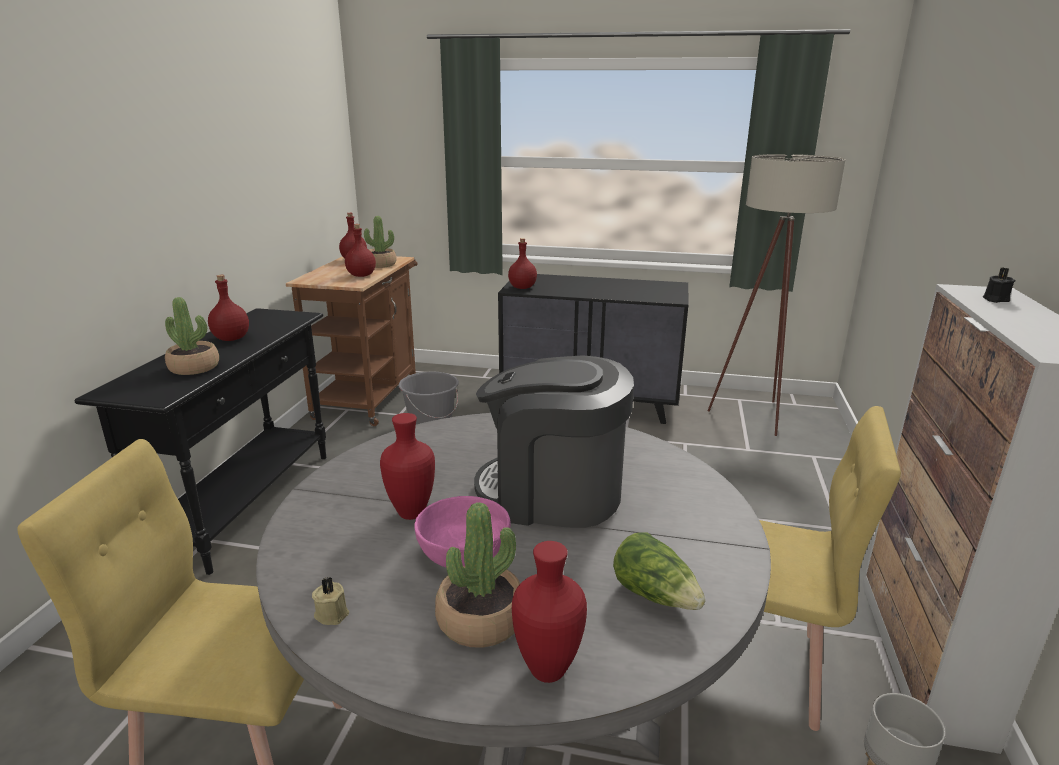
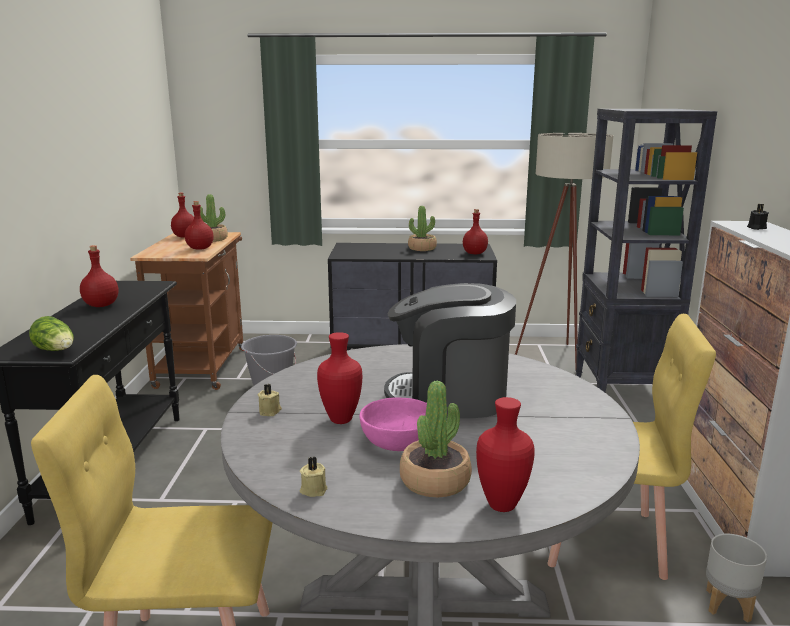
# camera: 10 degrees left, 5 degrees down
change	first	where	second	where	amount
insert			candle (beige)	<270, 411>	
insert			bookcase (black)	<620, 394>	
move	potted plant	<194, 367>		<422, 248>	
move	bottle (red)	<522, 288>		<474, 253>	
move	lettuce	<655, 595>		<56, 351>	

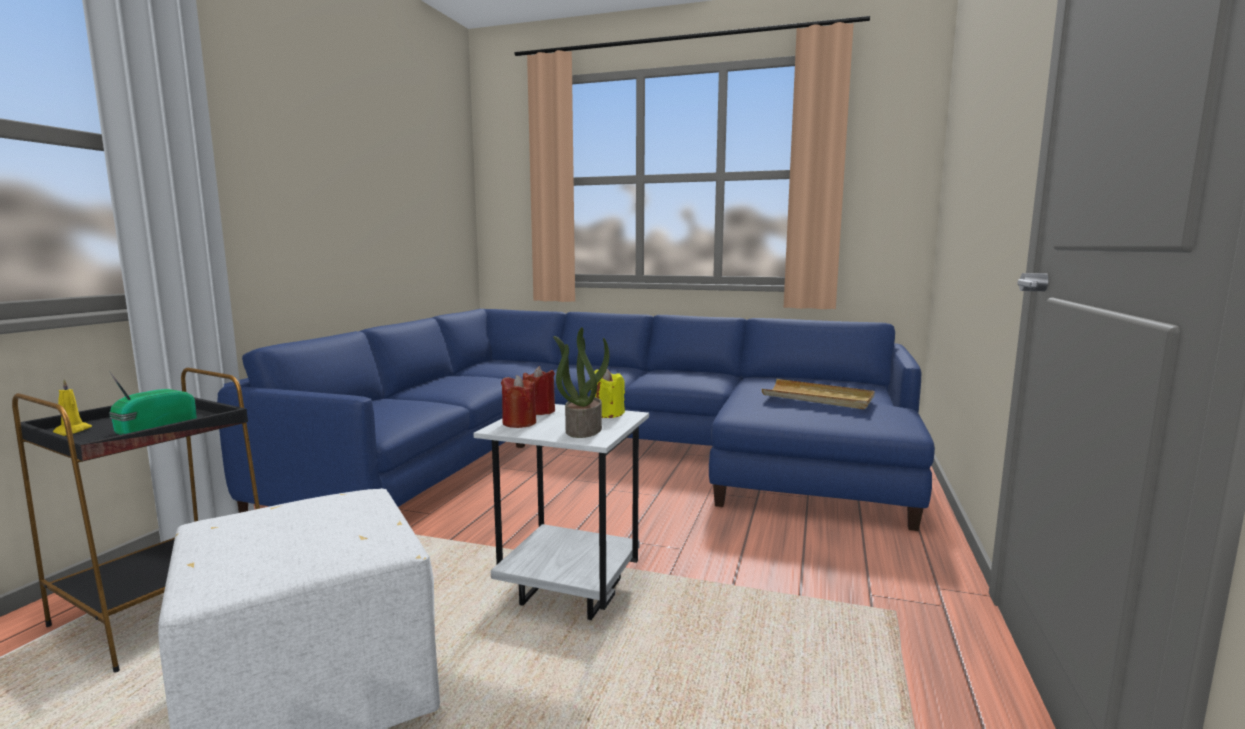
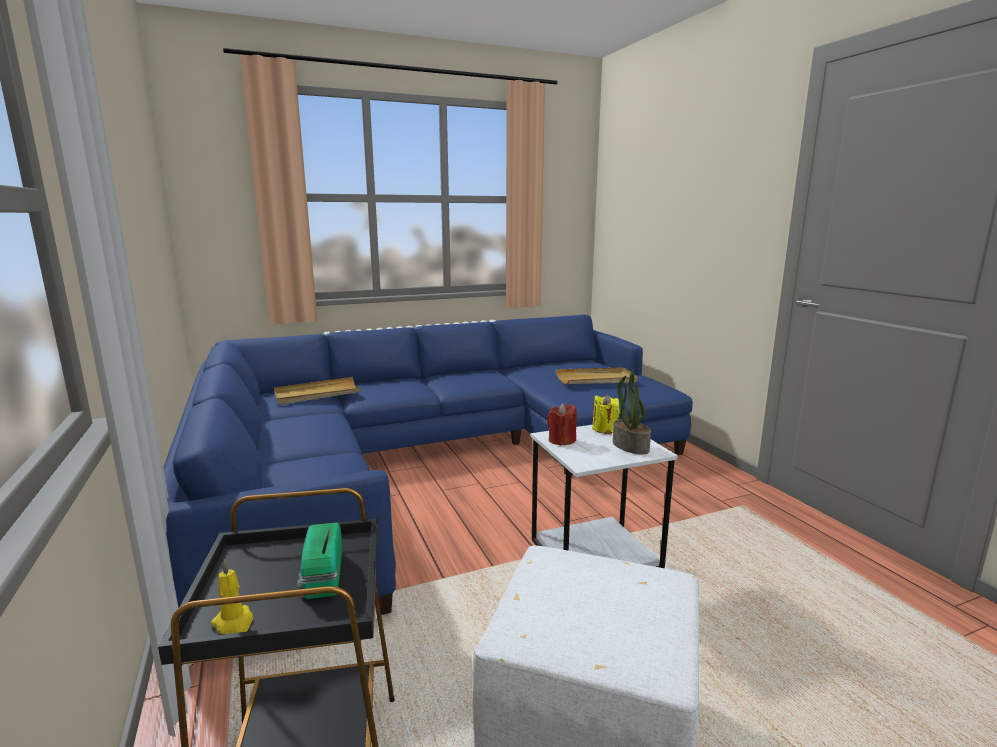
# camera: 40 degrees left, 5 degrees up
change	first	where	second	where	amount
delete	candle (red)	<519, 423>			
insert			tray (beige)	<317, 394>	

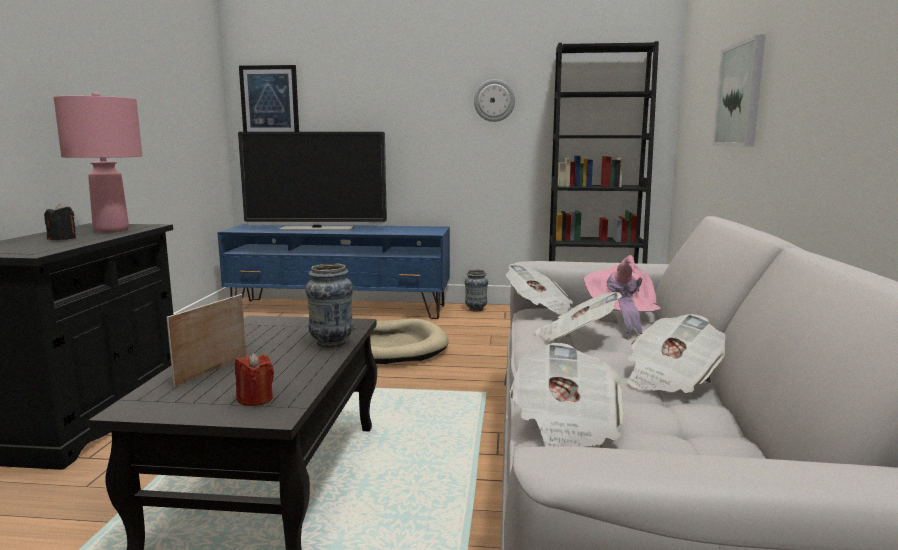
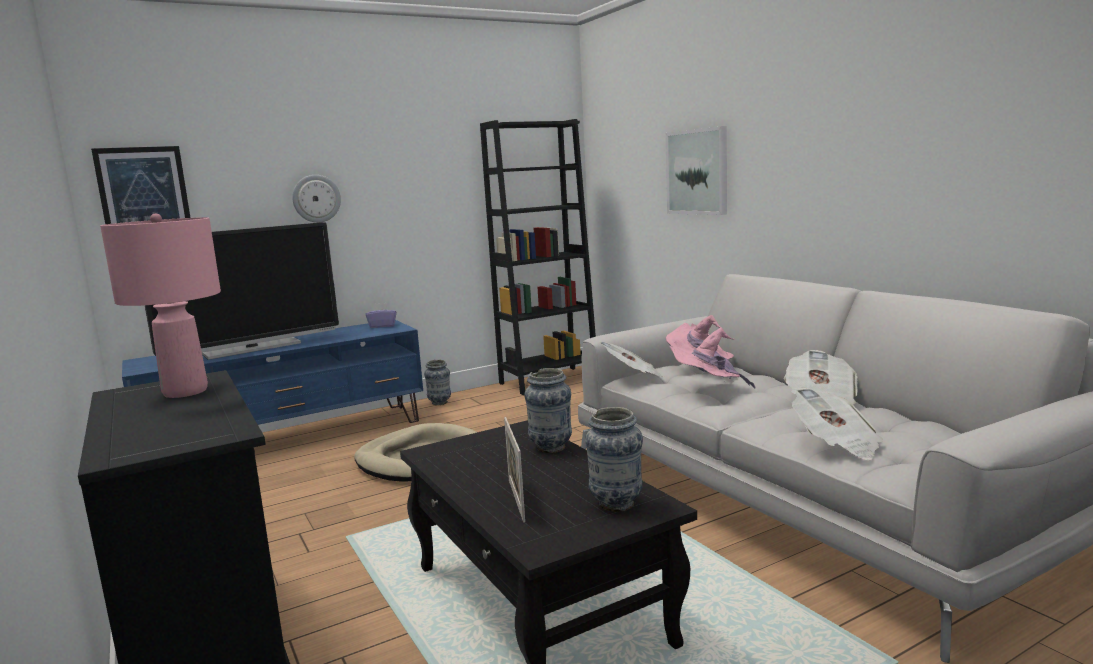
# camera: 35 degrees left, 0 degrees up
change	first	where	second	where	amount
delete	candle (black)	<62, 239>			
insert			tissue box (purple)	<382, 326>	
move	wall clock	<494, 100>		<316, 198>	
replace	candle (red)	<255, 399>	vase	<616, 504>	
replace	newspaper	<575, 337>	hat (pink)	<707, 391>	

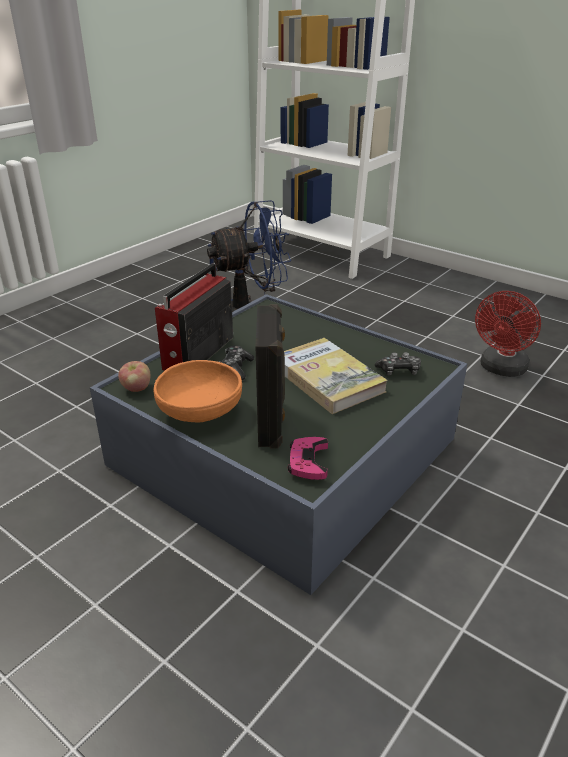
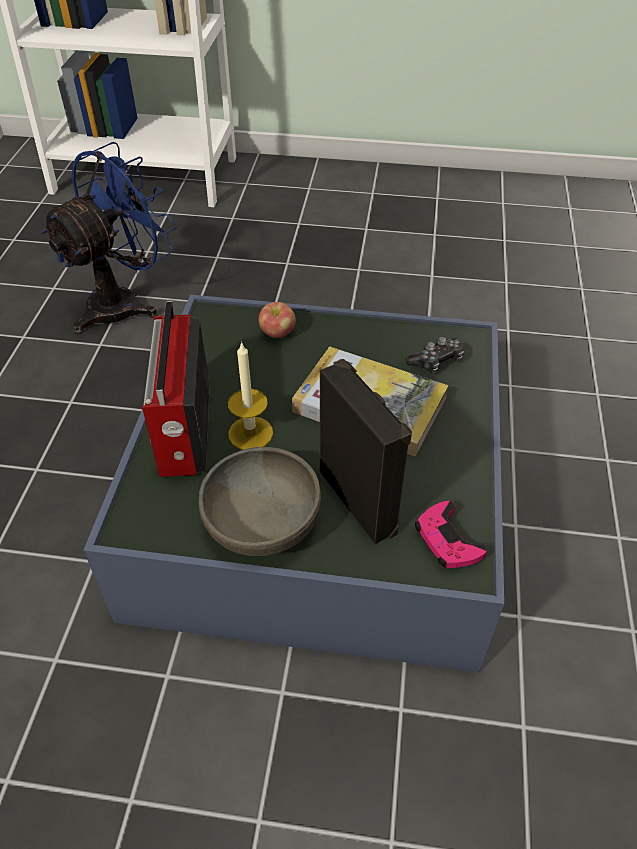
# camera: 30 degrees left, 15 degrees up
change	first	where	second	where	amount
delete	fan (red)	<501, 369>			
move	apple	<136, 388>		<277, 333>	
replace	game controller	<236, 368>	candle	<250, 433>	
recolor	bowl (orange)	<200, 411>	bowl (grey)	<262, 521>	

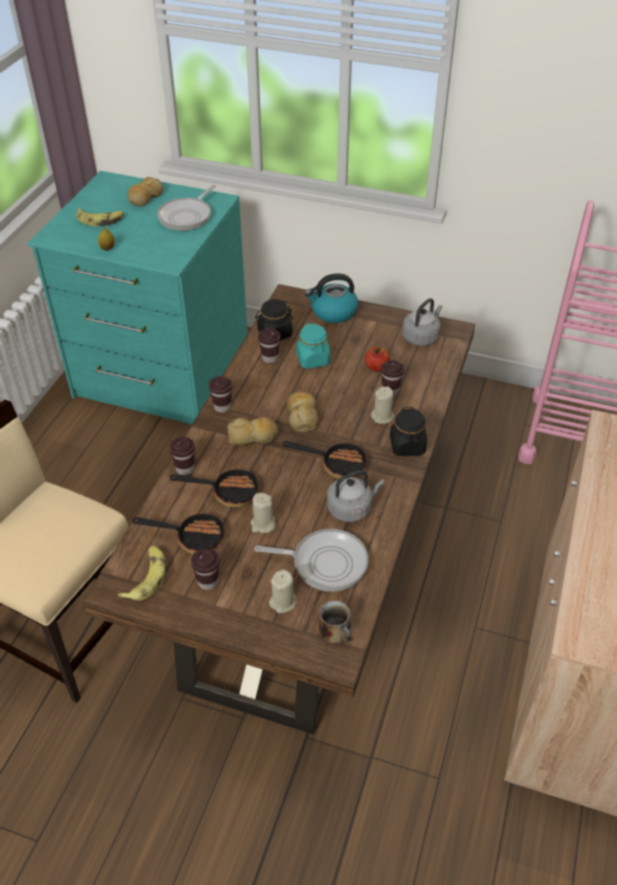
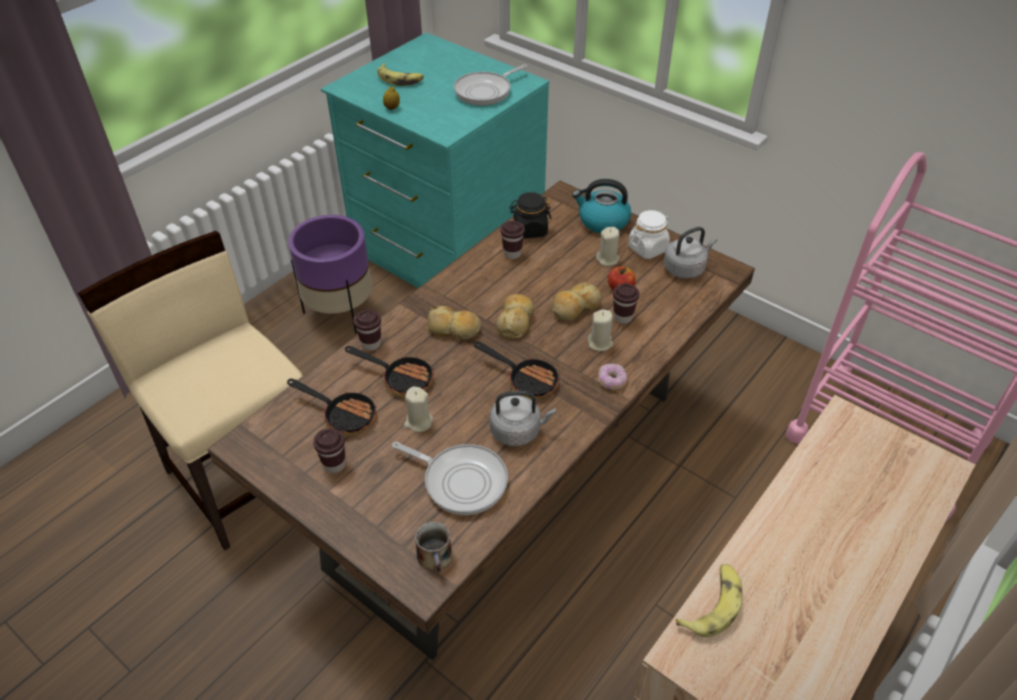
# camera: 20 degrees right, 0 degrees up
change	first	where	second	where	amount
delete	cup (brown)	<222, 407>			
delete	jar (turquoise)	<313, 359>			
insert			planter (purple)	<340, 312>	
insert			jar (white)	<648, 248>	
move	banana	<146, 577>		<712, 604>	
move	bread	<145, 198>		<575, 308>	
move	candle (beige)	<283, 602>		<607, 259>	
replace	jar (black)	<407, 446>	donut	<612, 381>	

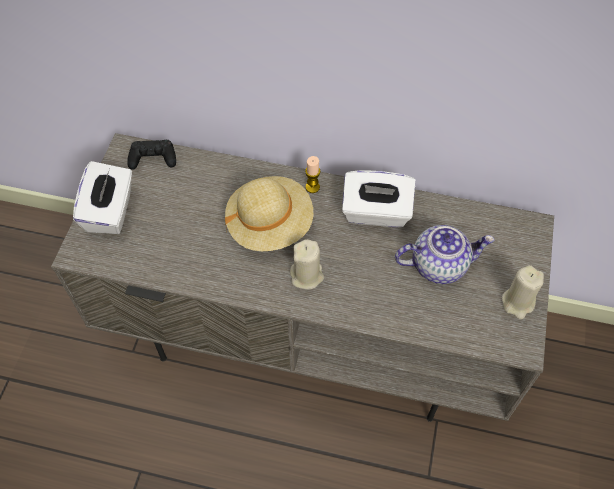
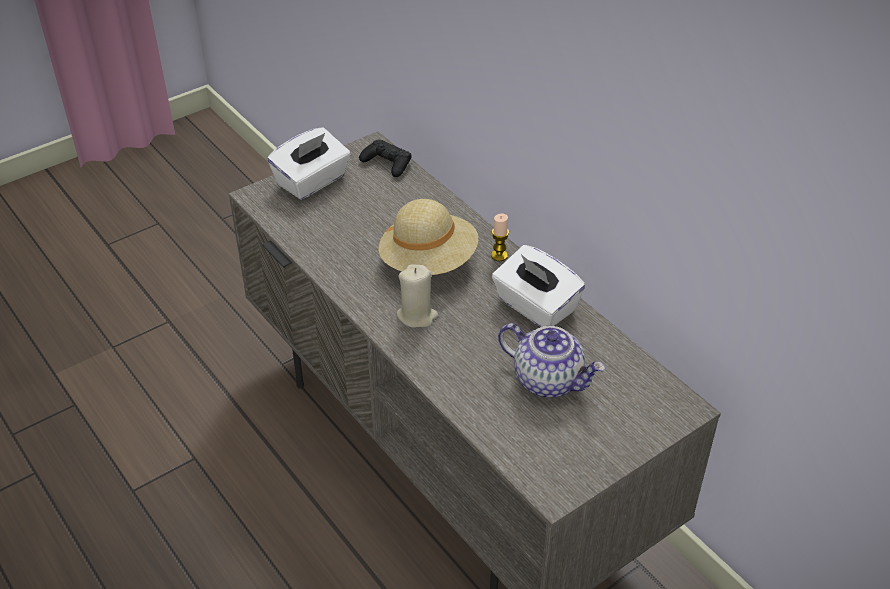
# camera: 40 degrees right, 15 degrees down
change	first	where	second	where	amount
delete	candle (beige)	<518, 302>			

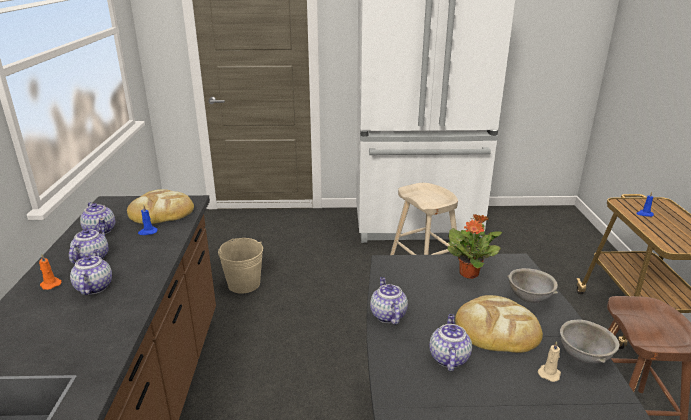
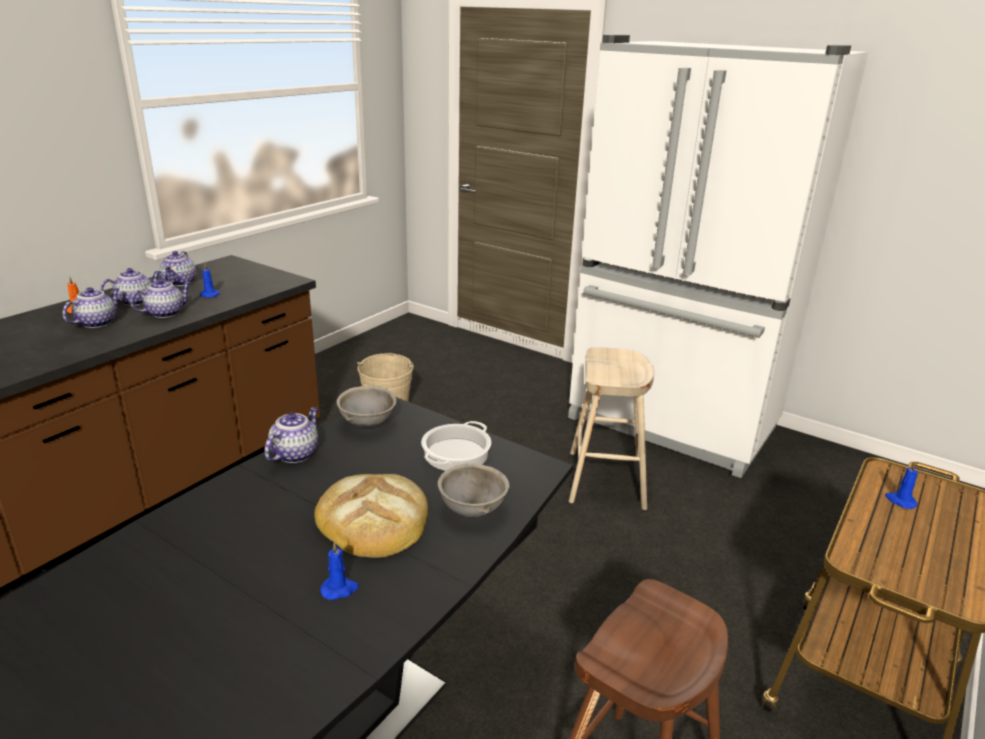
# camera: 35 degrees right, 0 degrees up
change	first	where	second	where	amount
delete	bread	<161, 211>			
move	teapot	<448, 357>		<166, 313>	
move	bowl (grey)	<584, 356>		<368, 424>	
replace	potted plant	<469, 273>	cooking pot	<456, 454>	
recolor	candle (beige)	<549, 373>	candle (blue)	<340, 589>	

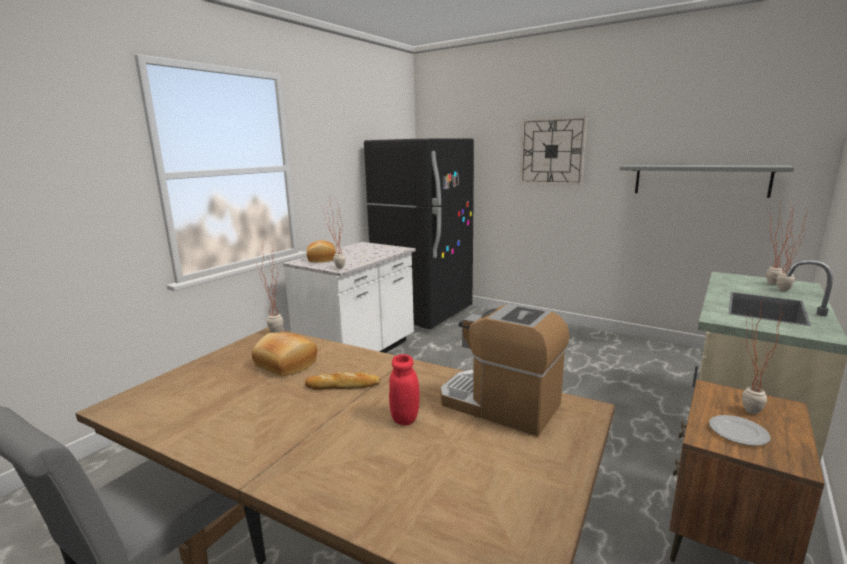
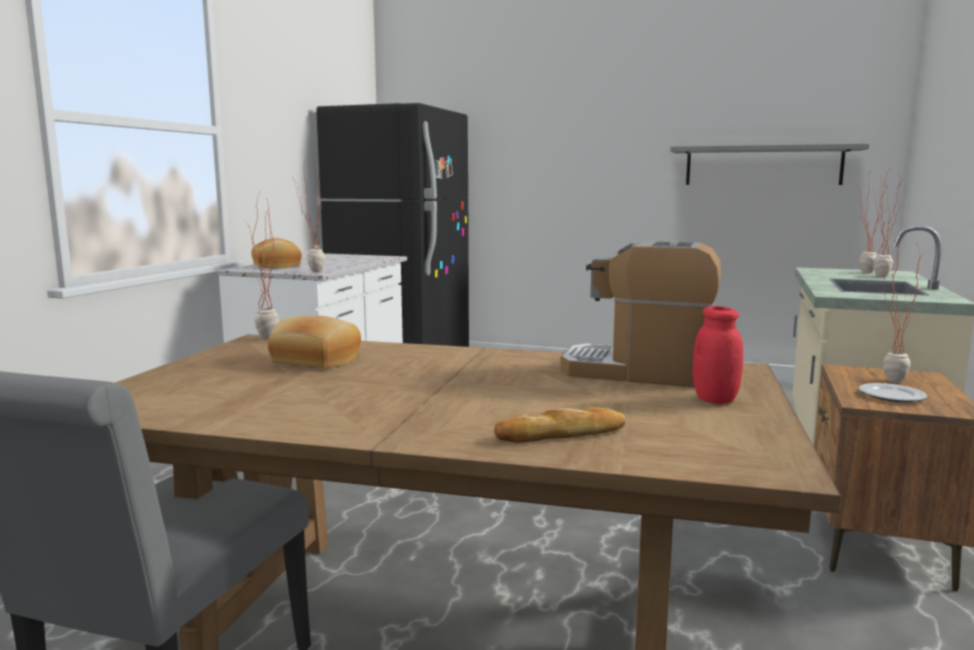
# camera: 15 degrees left, 5 degrees down
change	first	where	second	where	amount
delete	wall clock	<551, 151>			
move	bread	<343, 385>		<562, 434>	
move	jar (red)	<405, 418>		<715, 399>	

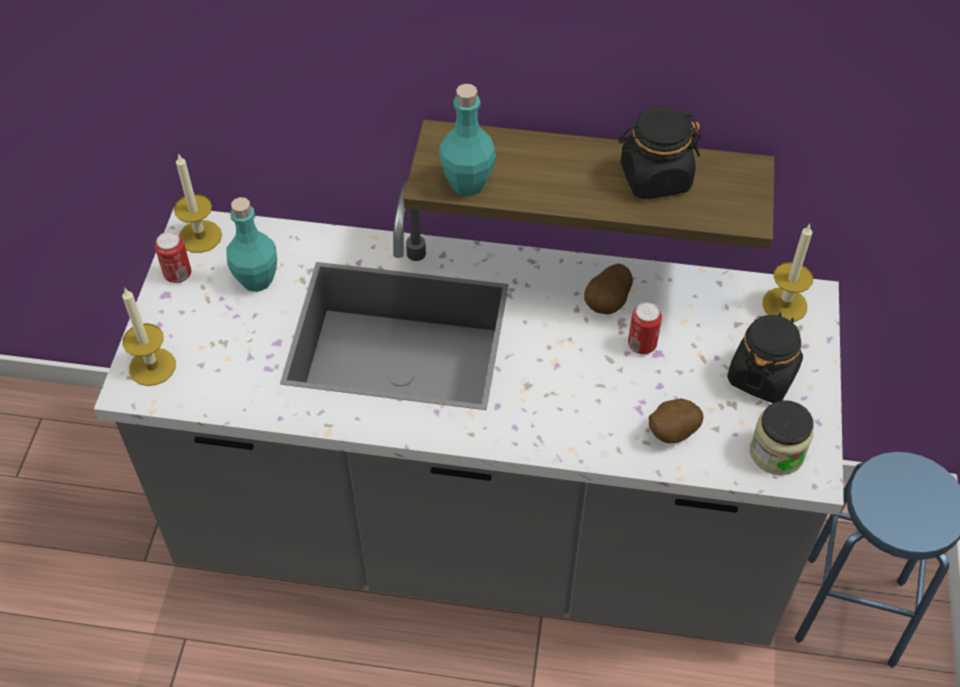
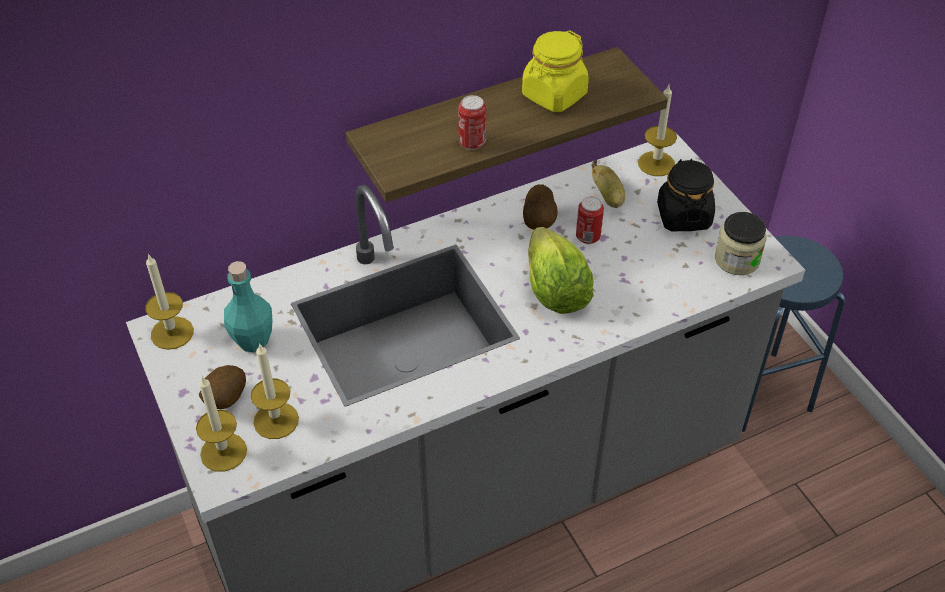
# camera: 35 degrees left, 5 degrees down
change	first	where	second	where	amount
delete	bottle (turquoise)	<467, 183>			
insert			candle	<276, 420>	
insert			lettuce	<554, 290>	
insert			banana	<608, 197>	
move	can	<178, 275>		<472, 143>	
move	potato	<670, 432>		<224, 400>	
recolor	jar (black)	<654, 178>	jar (yellow)	<554, 95>	

